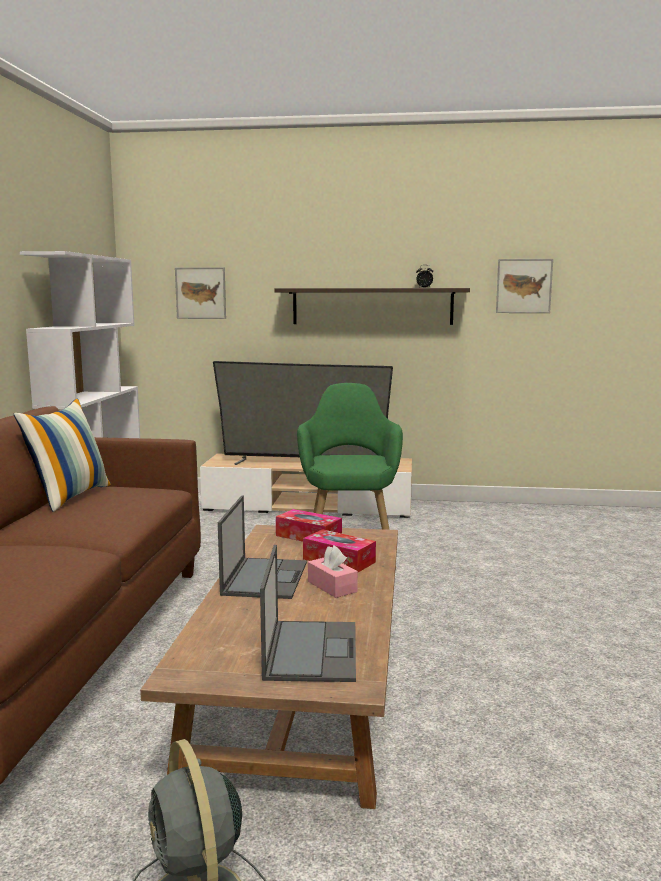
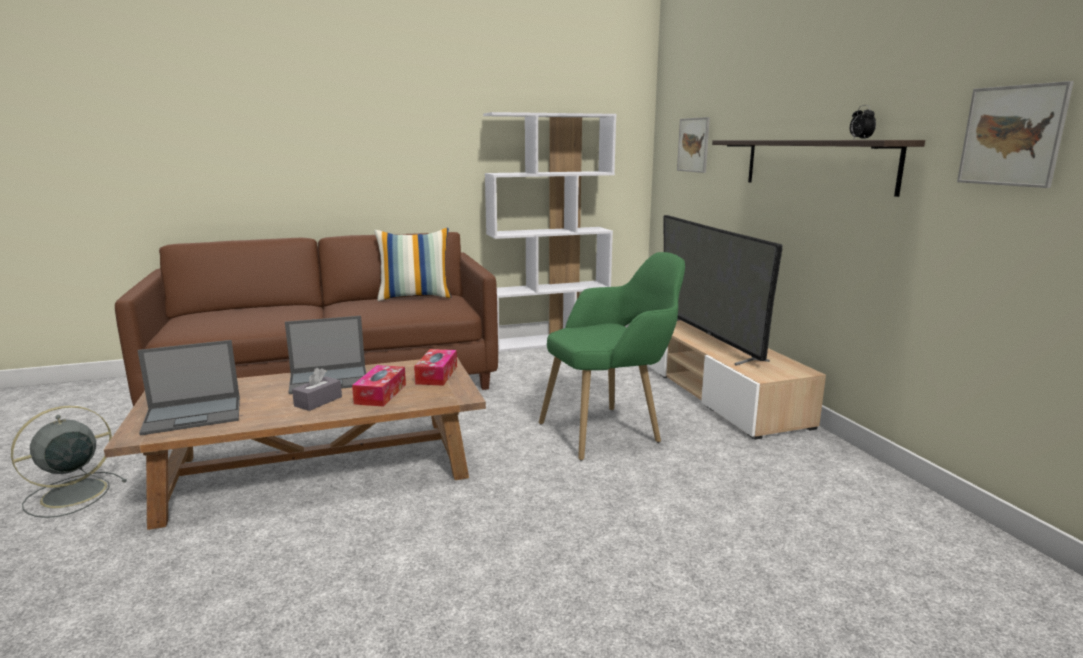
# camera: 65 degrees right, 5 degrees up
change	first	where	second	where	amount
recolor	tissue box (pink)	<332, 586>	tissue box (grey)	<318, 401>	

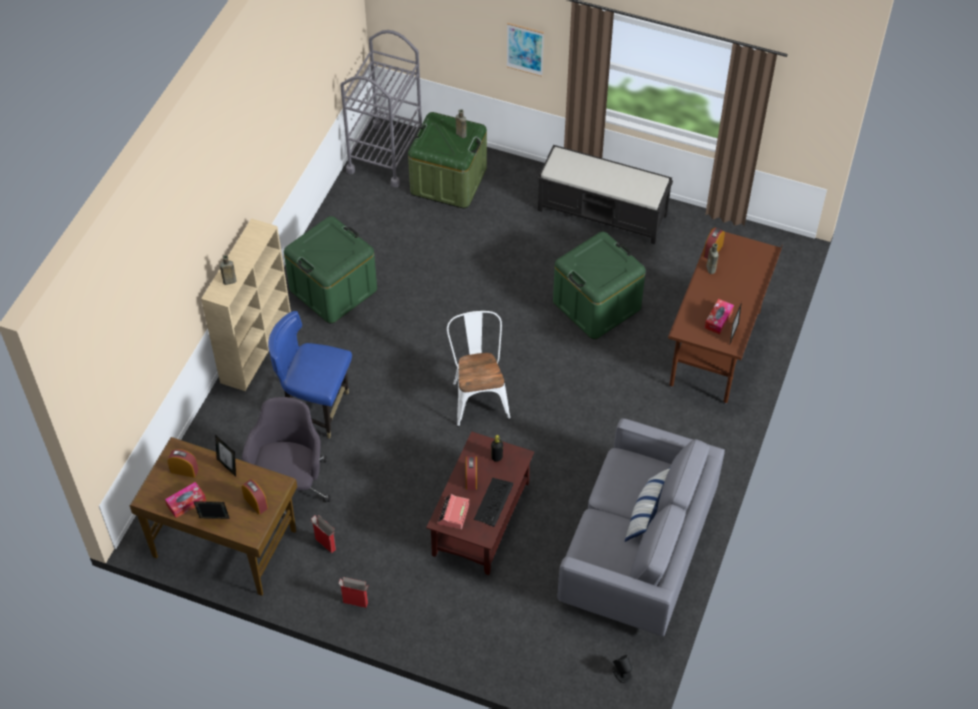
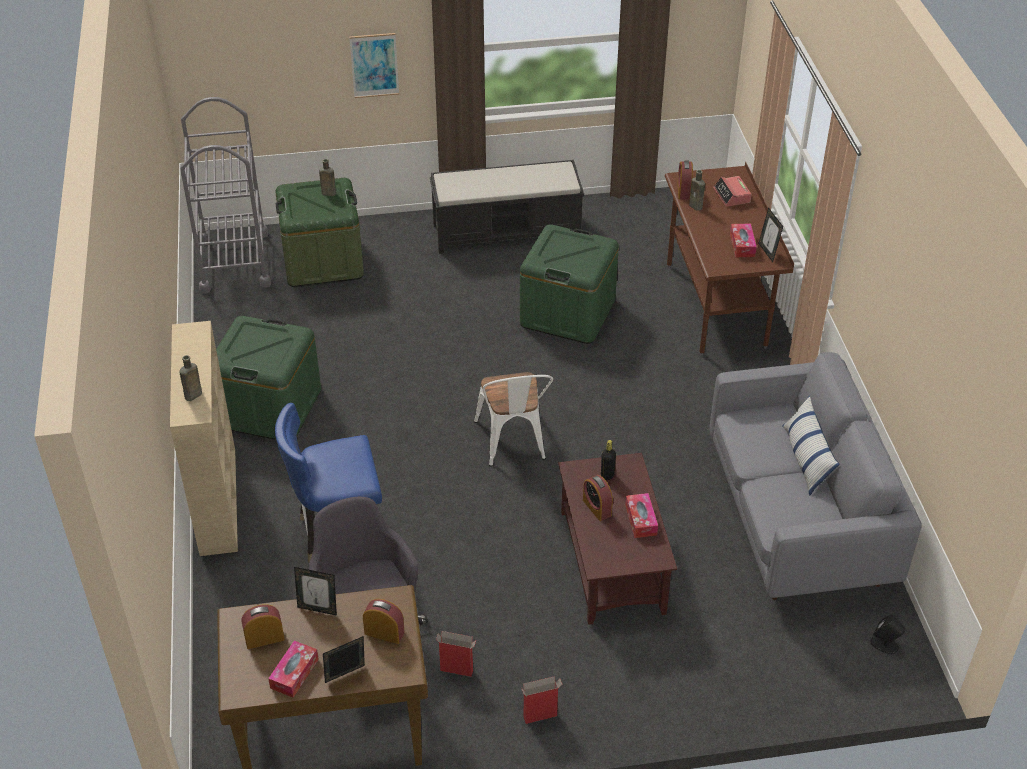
# camera: 30 degrees left, 10 degrees down
change	first	where	second	where	amount
move	alarm clock	<453, 514>		<732, 196>	
replace	keyboard	<494, 502>	tissue box	<641, 520>	
rotate	chair (white)	<478, 396>		<513, 444>	150 degrees counterclockwise

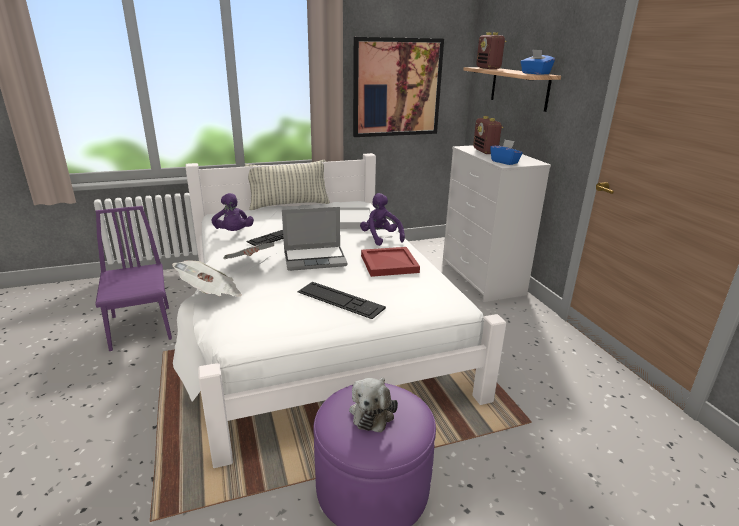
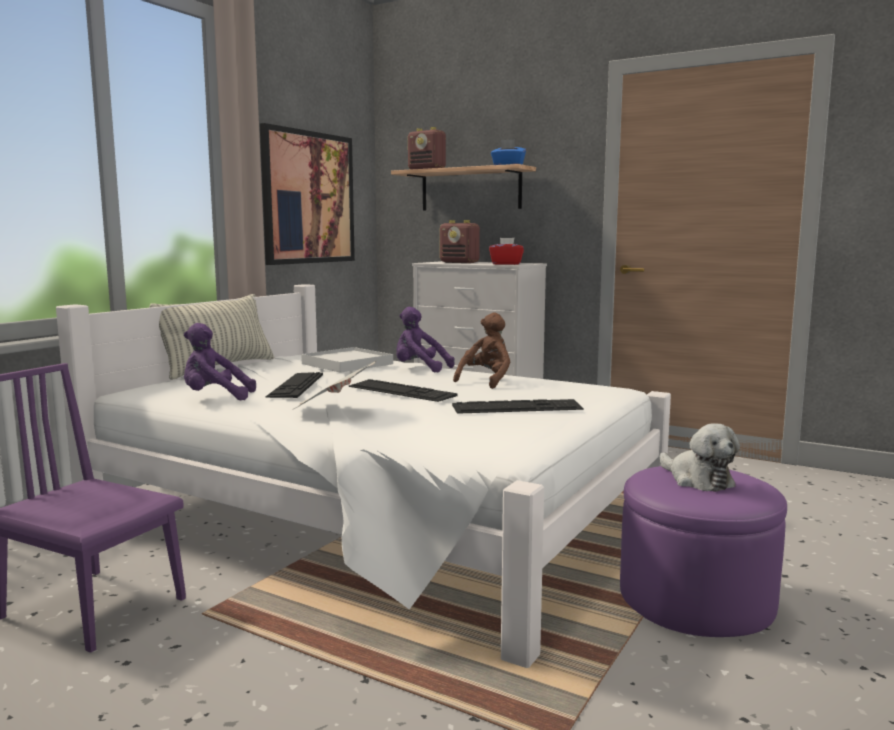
# camera: 40 degrees left, 15 degrees down
change	first	where	second	where	amount
delete	newspaper	<211, 293>			
replace	laptop	<315, 259>	keyboard	<401, 391>	
replace	tray (red)	<390, 264>	plush toy (brown)	<486, 381>	
recolor	tissue box (blue)	<504, 162>	tissue box (red)	<506, 264>	
rotate	plush toy (purple)	<233, 233>		<215, 398>	150 degrees clockwise

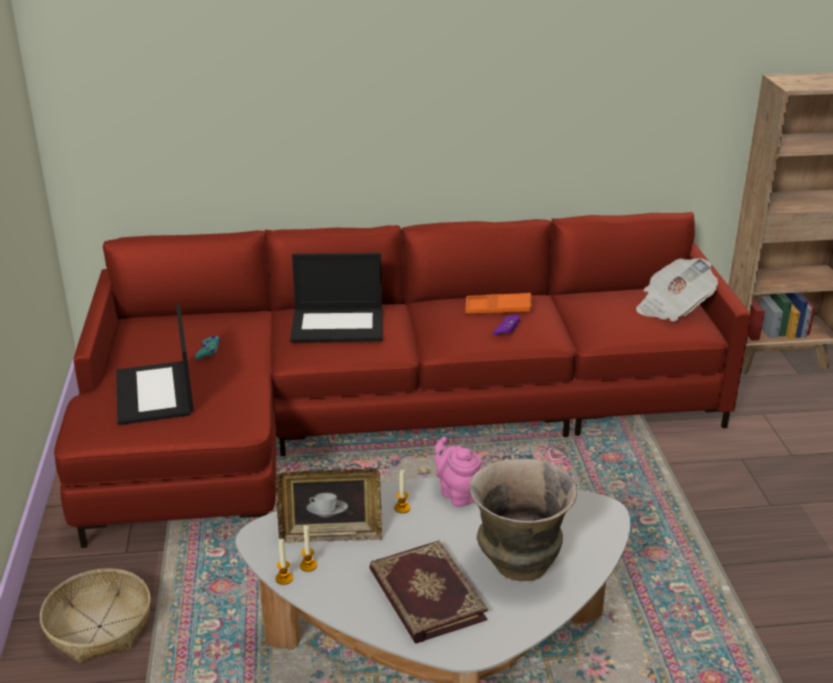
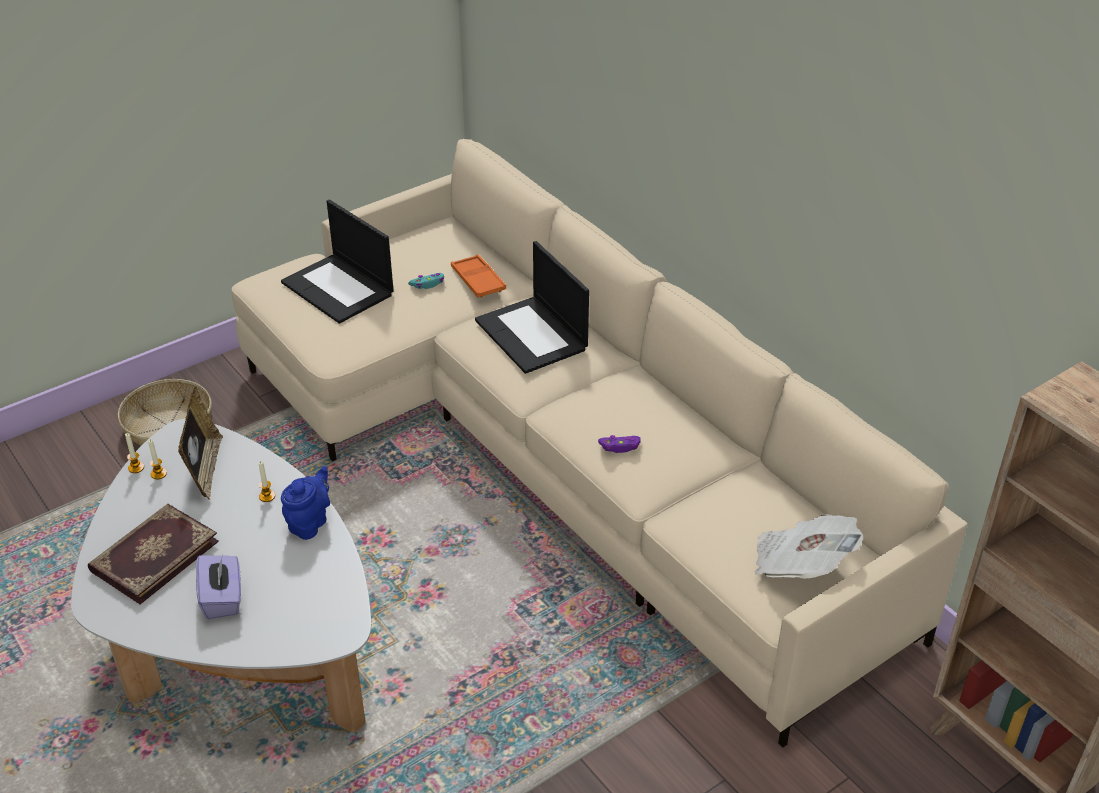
# camera: 60 degrees right, 10 degrees up
change	first	where	second	where	amount
move	tray (orange)	<498, 309>		<478, 281>	
replace	vase	<517, 566>	tissue box (purple)	<223, 598>	
recolor	sofa (red)	<382, 419>	sofa (beige)	<557, 457>	
recolor	teapot (pink)	<457, 493>	teapot (blue)	<310, 522>	
rotate	laptop	<155, 393>		<339, 289>	90 degrees counterclockwise
rotate	picture frame	<331, 535>		<205, 470>	150 degrees counterclockwise

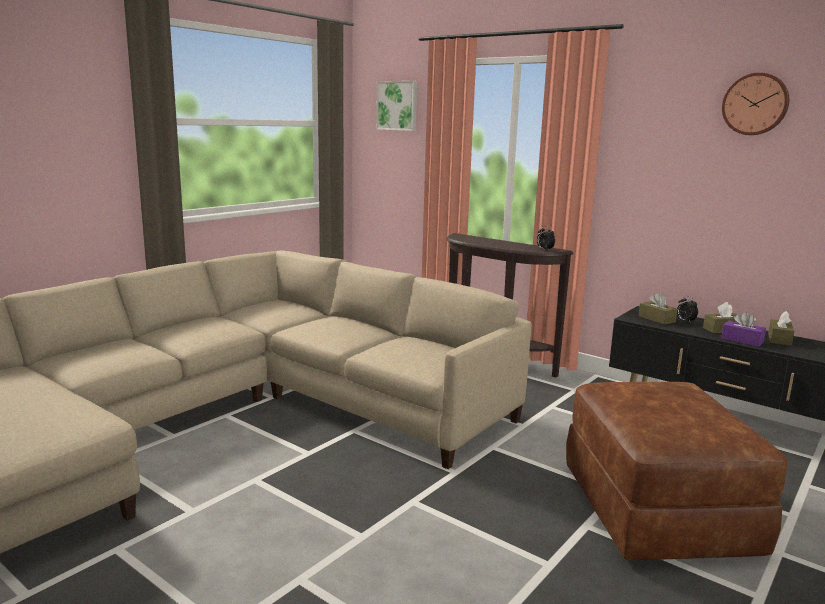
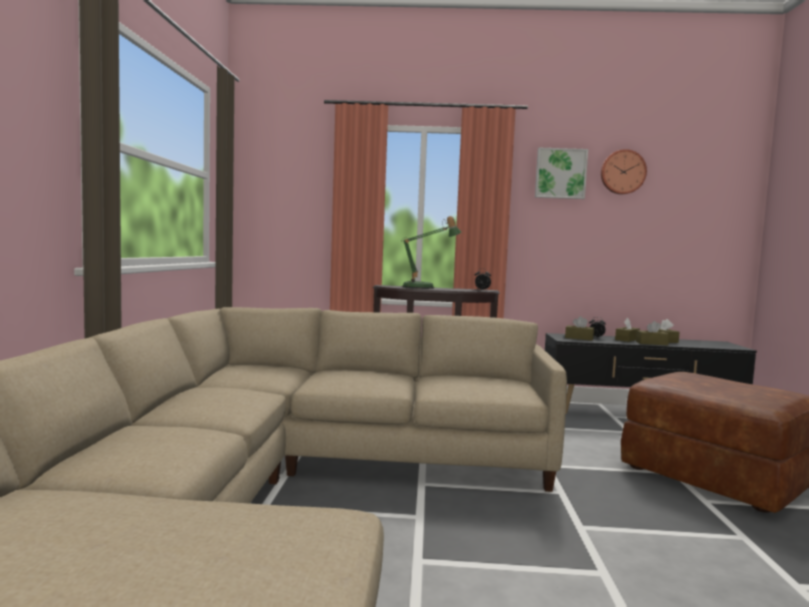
# camera: 35 degrees left, 10 degrees down
change	first	where	second	where	amount
insert			table lamp	<424, 287>	
move	picture	<398, 106>		<560, 173>	
recolor	tissue box (purple)	<742, 340>	tissue box (brown)	<651, 343>	

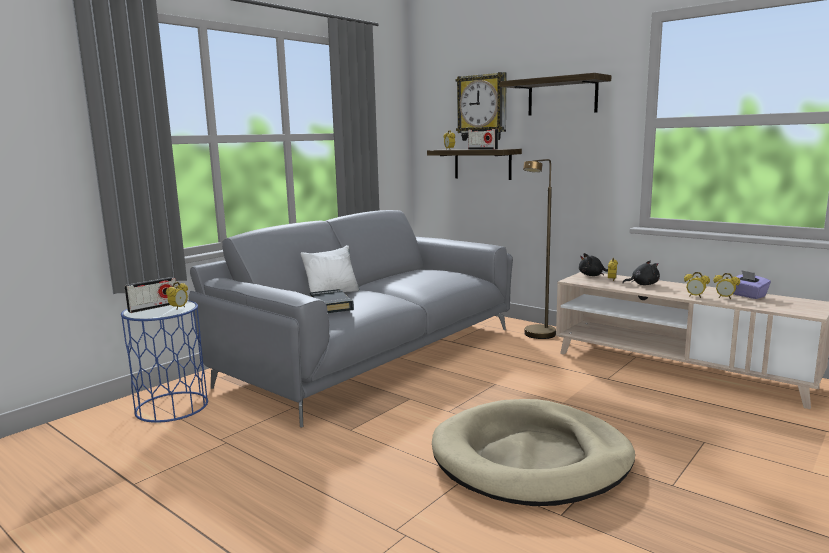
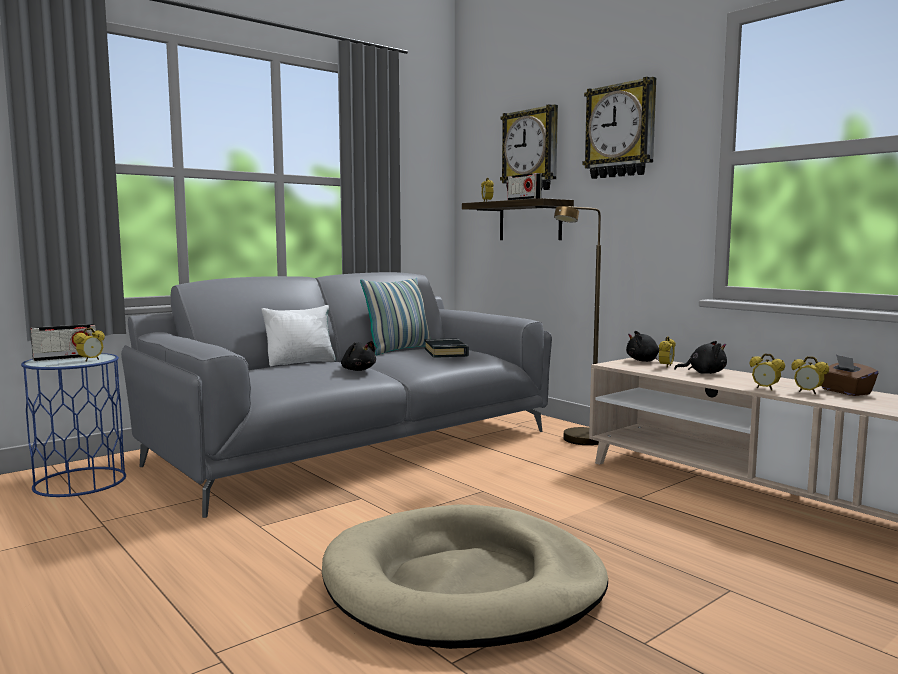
# camera: 10 degrees right, 5 degrees down
change	first	where	second	where	amount
insert			plush toy (black)	<358, 370>	
insert			pillow	<399, 350>	
move	book (black)	<331, 305>		<446, 352>	
replace	shelf	<562, 96>	wall clock	<620, 131>	
recolor	tissue box (purple)	<747, 295>	tissue box (brown)	<845, 392>	

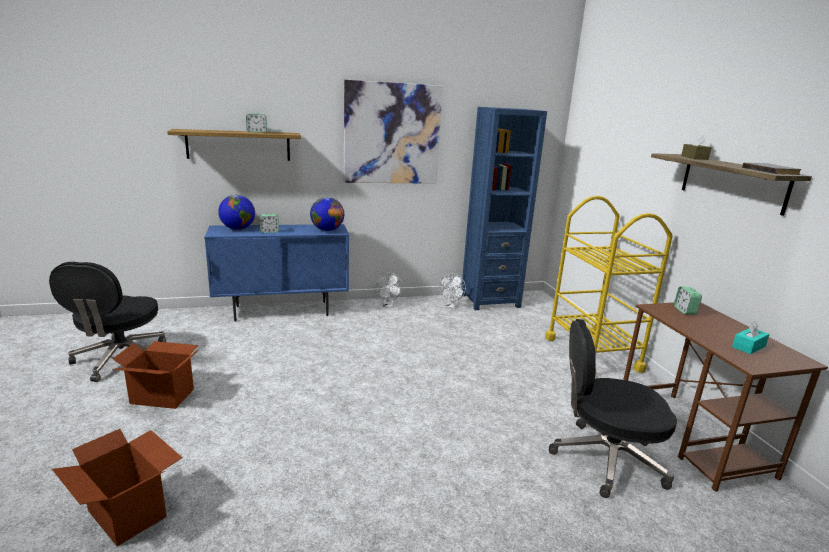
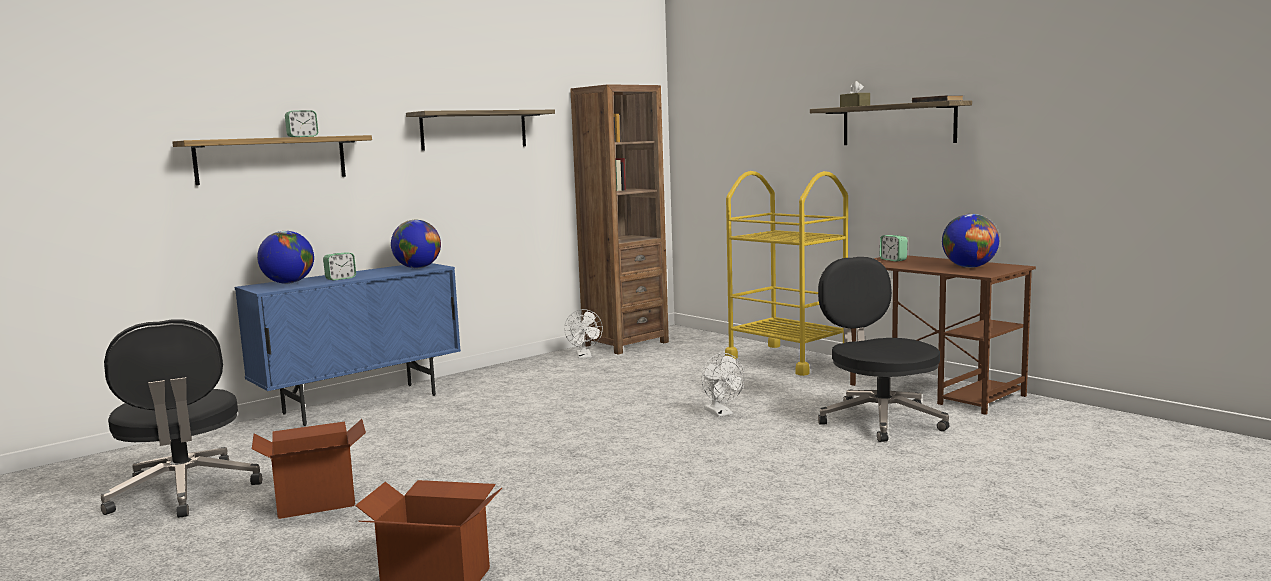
# camera: 25 degrees left, 10 degrees down
change	first	where	second	where	amount
move	fan (white)	<388, 305>		<721, 413>	
replace	picture	<392, 134>	shelf	<474, 130>	
replace	tissue box (turquoise)	<748, 347>	globe	<969, 267>	
recolor	bookcase (blue)	<490, 301>	bookcase (brown)	<625, 344>	
rotate	office chair (black)	<605, 459>		<879, 420>	90 degrees clockwise

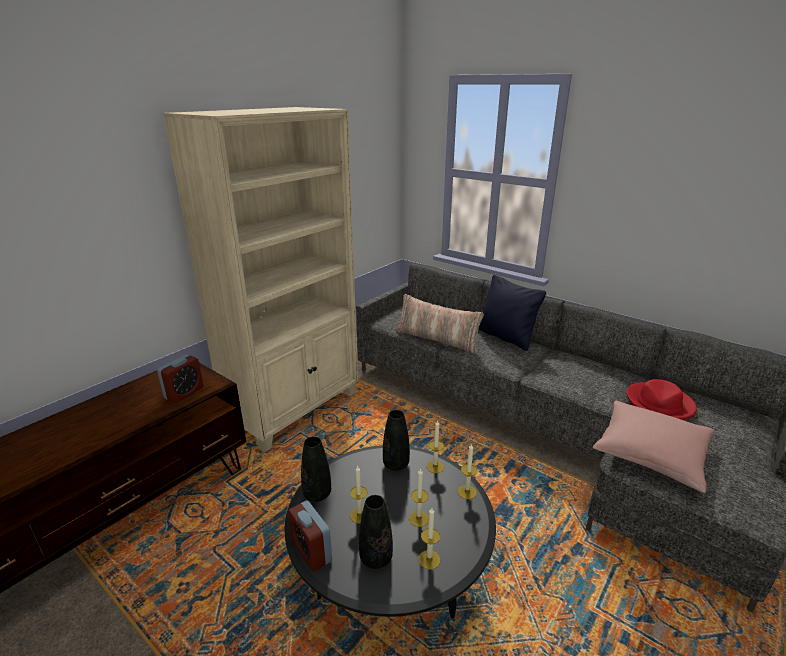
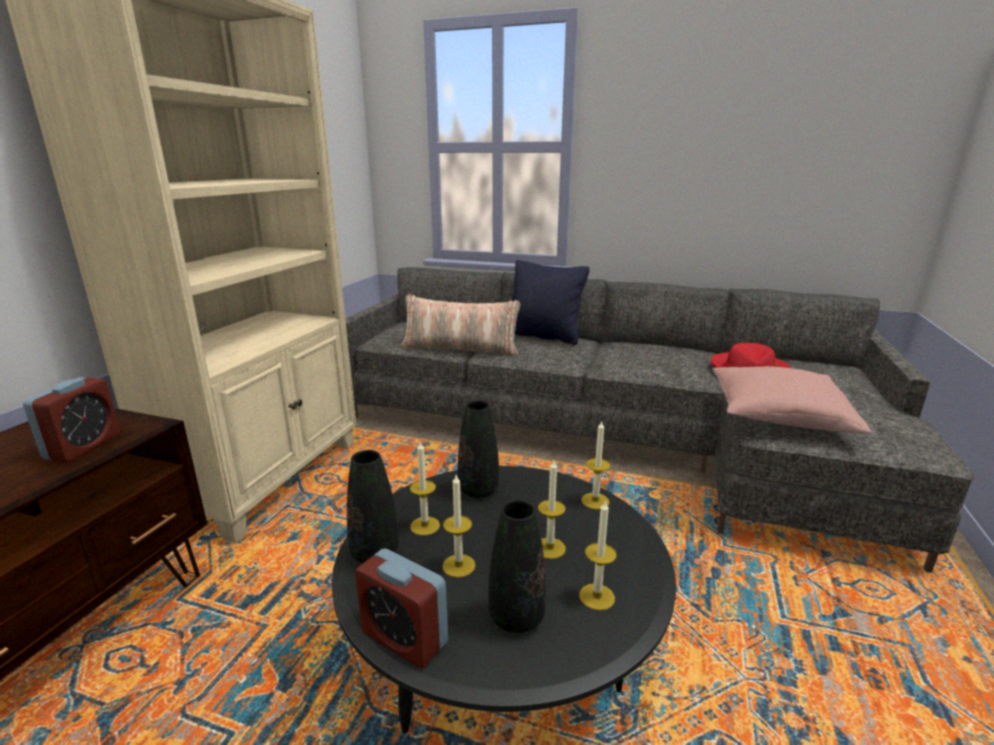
# camera: 20 degrees left, 5 degrees down
change	first	where	second	where	amount
move	candle	<435, 467>		<425, 526>	

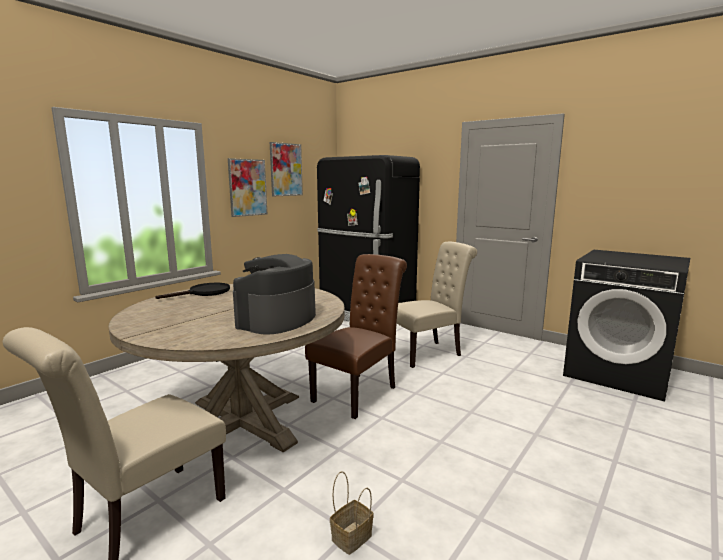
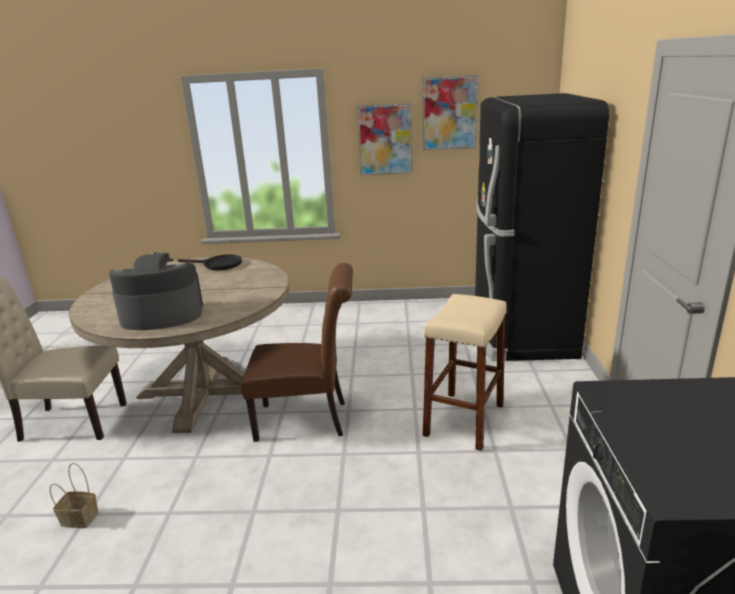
# camera: 55 degrees right, 10 degrees up
change	first	where	second	where	amount
replace	chair (beige)	<428, 353>	stool (beige)	<464, 420>	

